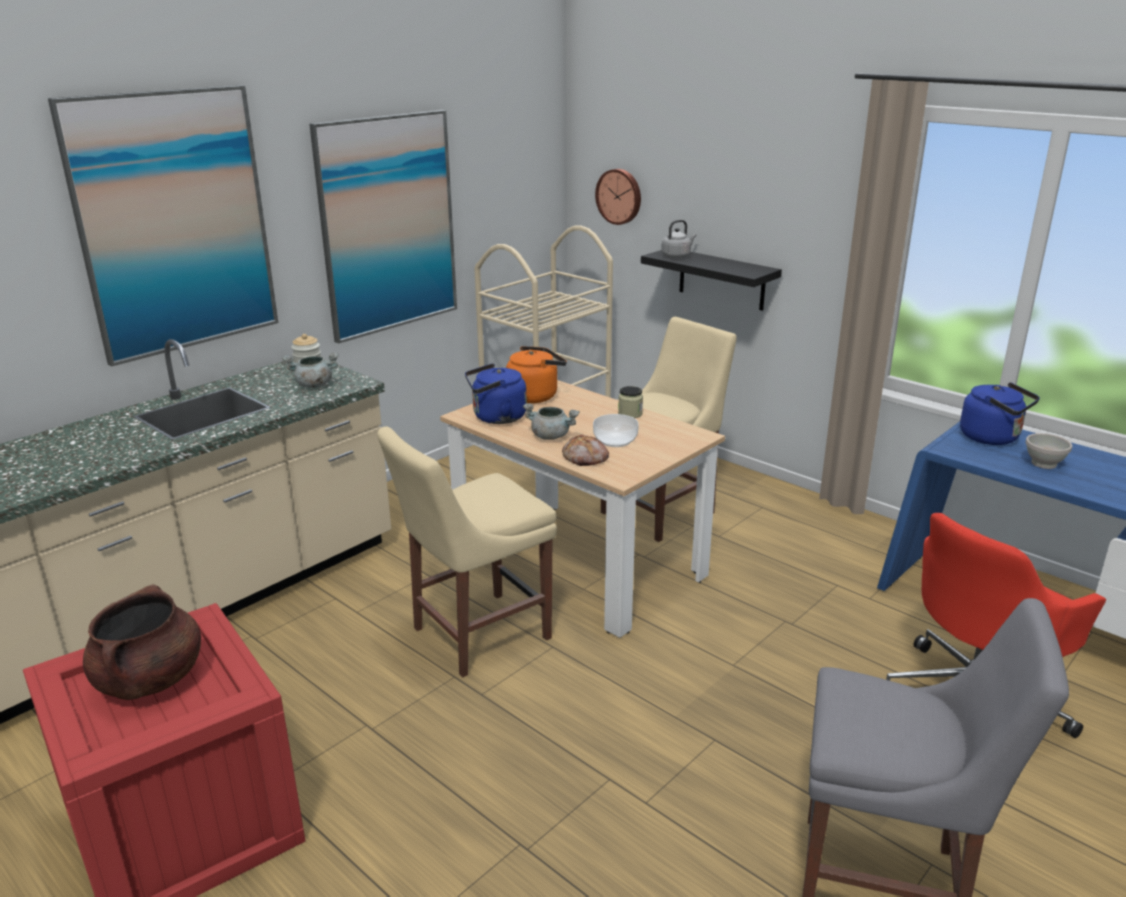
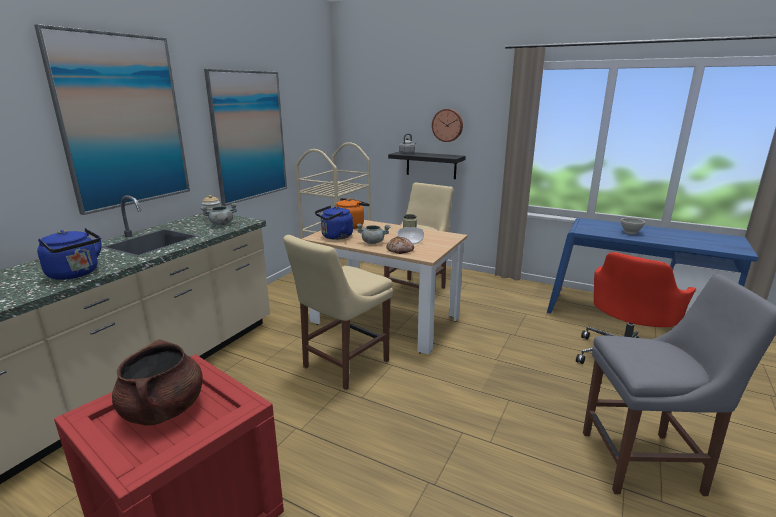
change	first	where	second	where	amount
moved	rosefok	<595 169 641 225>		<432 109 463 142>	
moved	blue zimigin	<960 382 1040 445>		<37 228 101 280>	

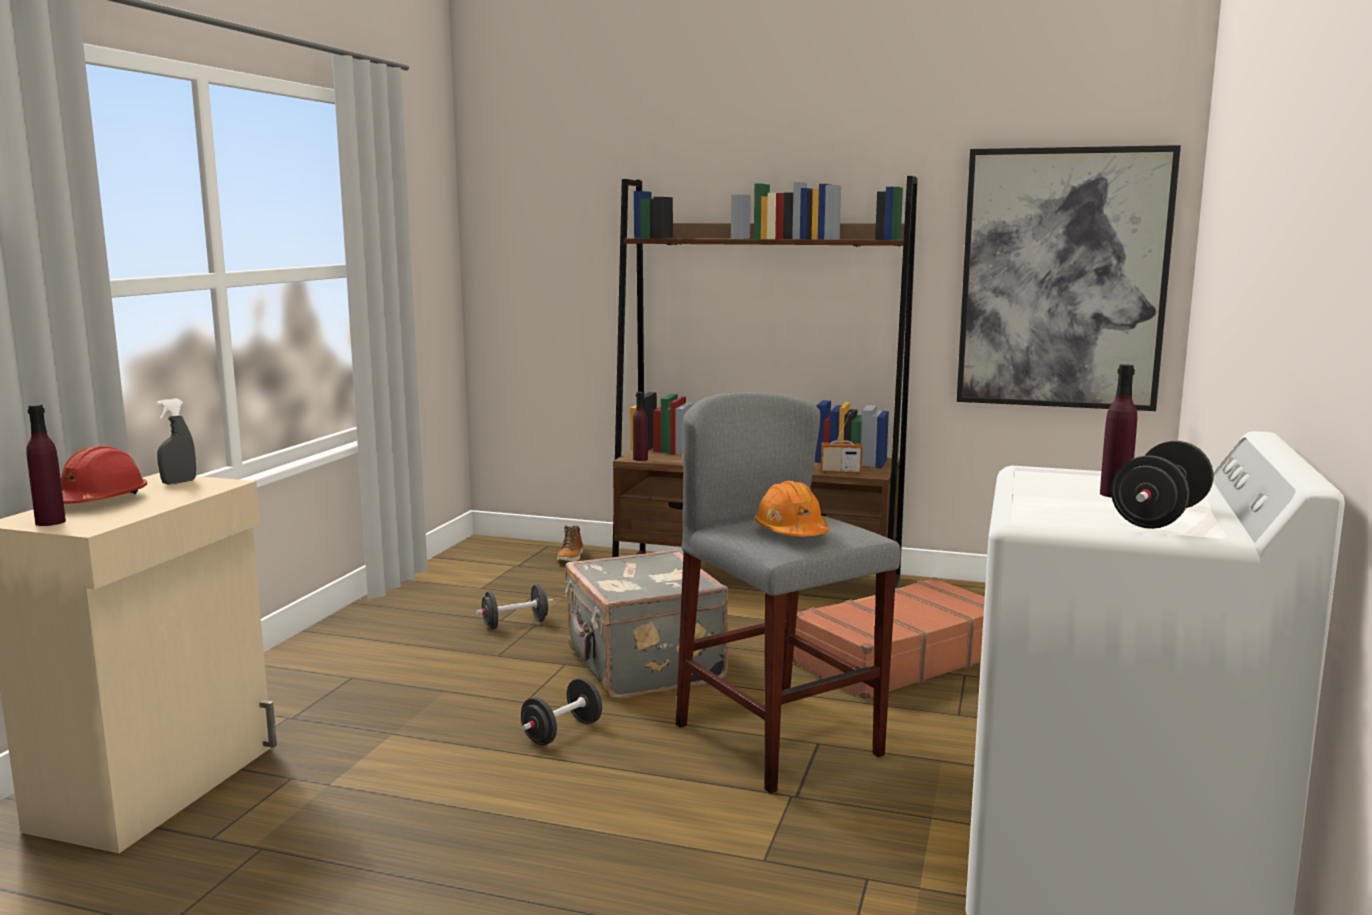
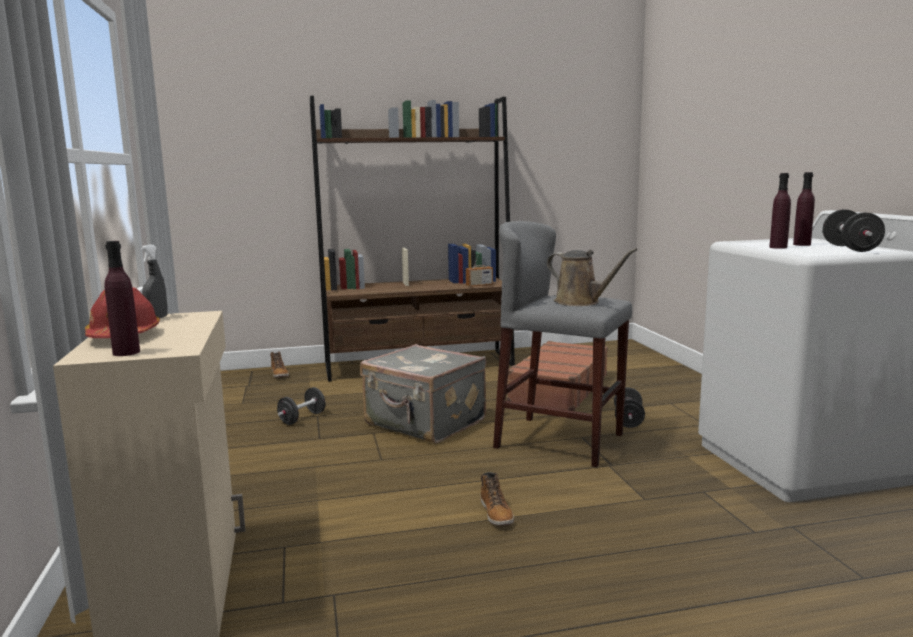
change	first	where	second	where	amount
moved	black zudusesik	<521 678 602 746>		<614 387 645 428>	
moved	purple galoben	<633 392 648 461>		<769 173 791 249>	
replaced	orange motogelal	<755 481 829 536>	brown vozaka	<547 248 637 306>	
removed	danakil	<957 145 1181 411>			
added			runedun	<480 472 514 525>	

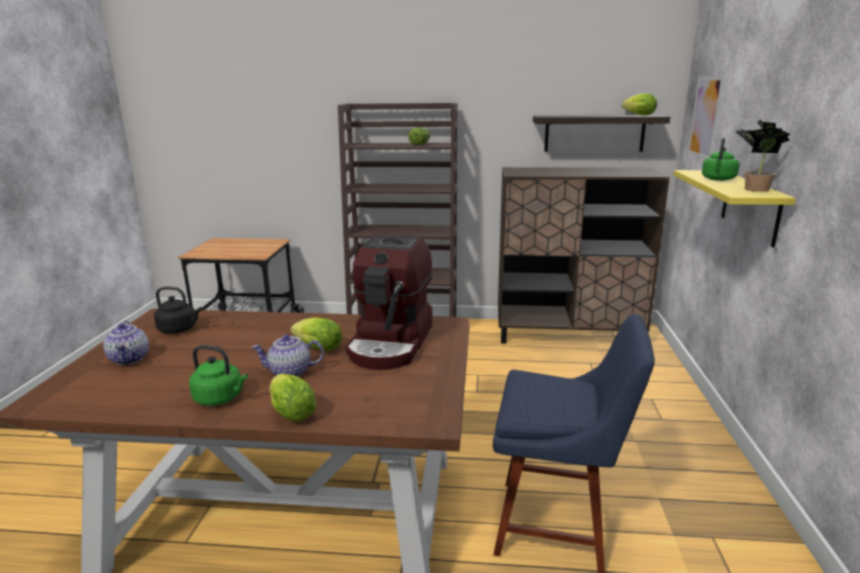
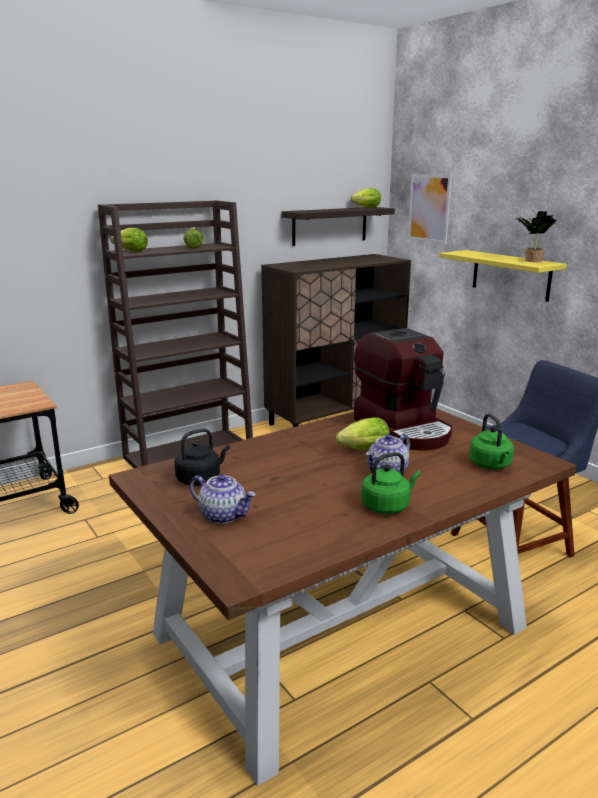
change	first	where	second	where	amount
moved	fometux	<269 373 316 422>		<111 228 148 252>	
moved	green zimigin	<702 137 740 181>		<469 413 514 470>	

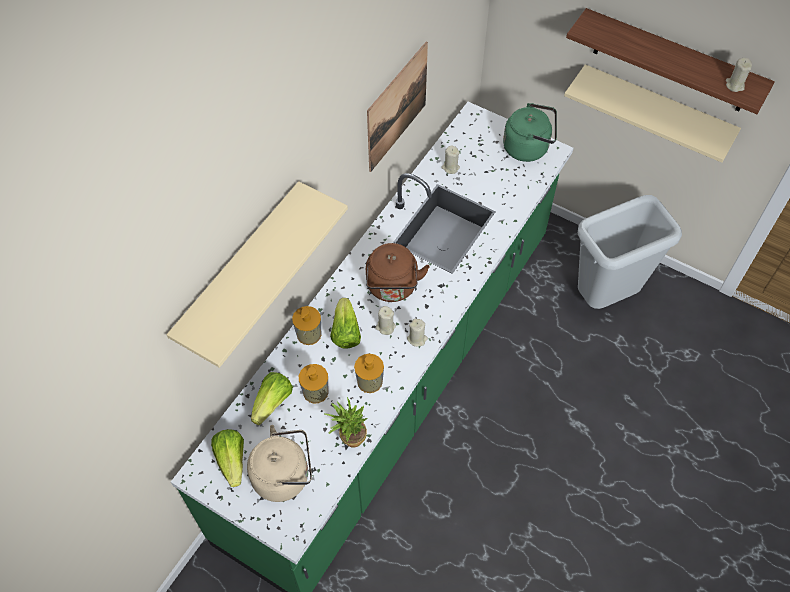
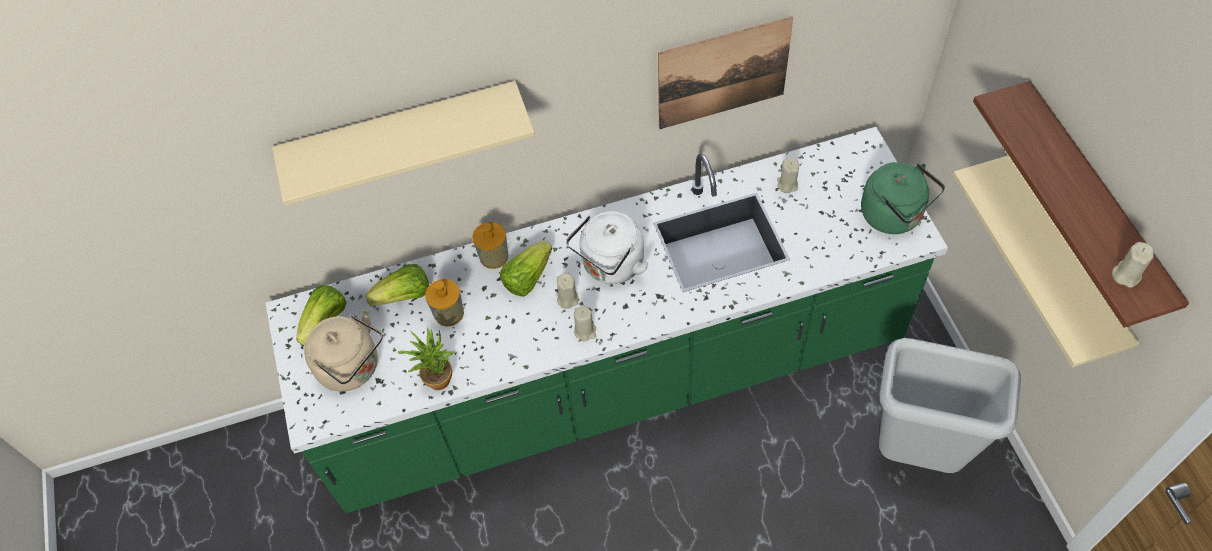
change	first	where	second	where	amount
removed	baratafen	<354 354 384 393>			
recoloured	brown zimigin	<366 243 430 302>	white zimigin	<566 211 649 284>	

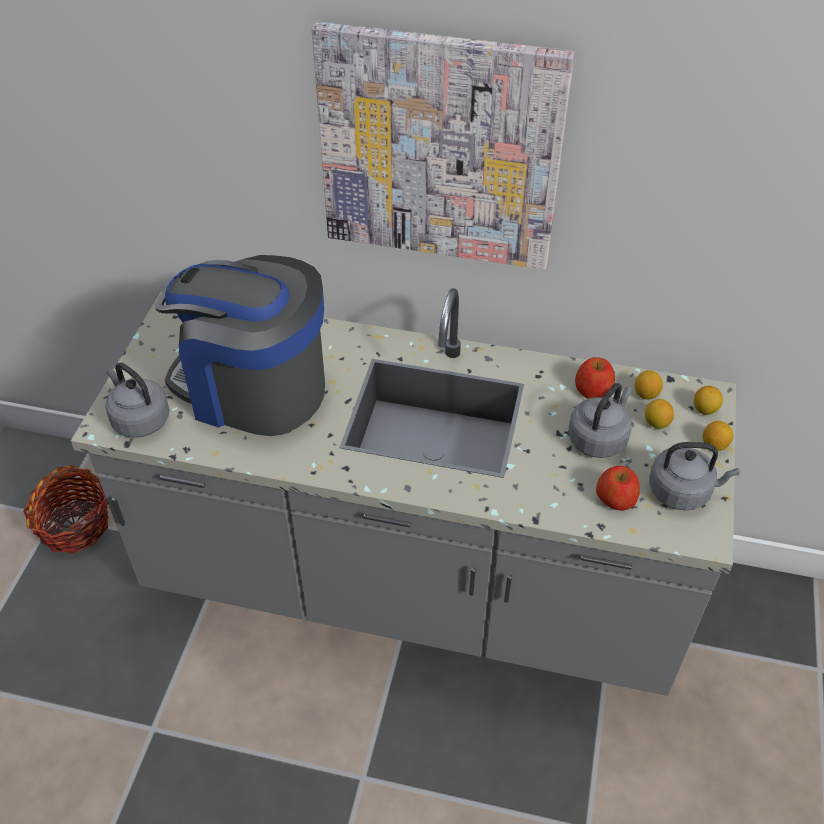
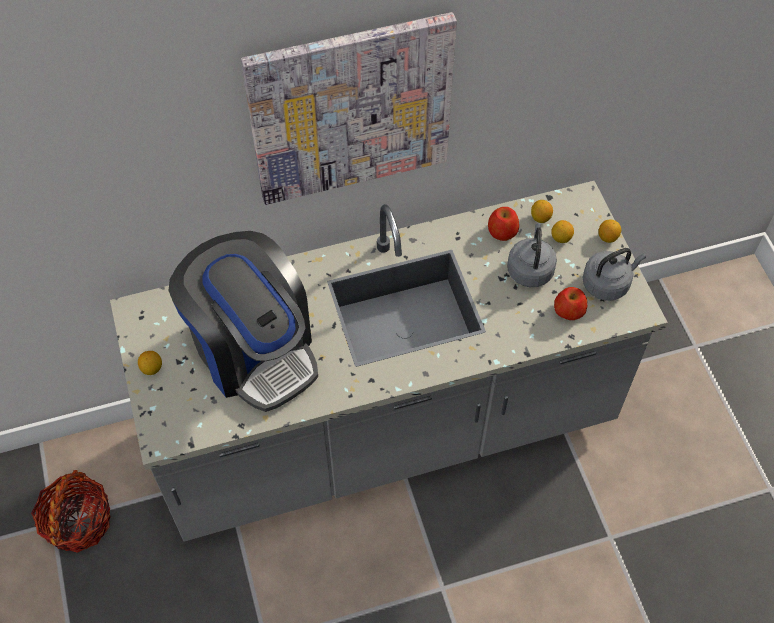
change	first	where	second	where	amount
removed	grey zimigin	<105 363 170 438>			
turned	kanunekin	<155 255 325 436>		<169 231 318 412>	120 degrees counterclockwise
moved	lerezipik	<694 386 723 415>		<138 351 162 375>	

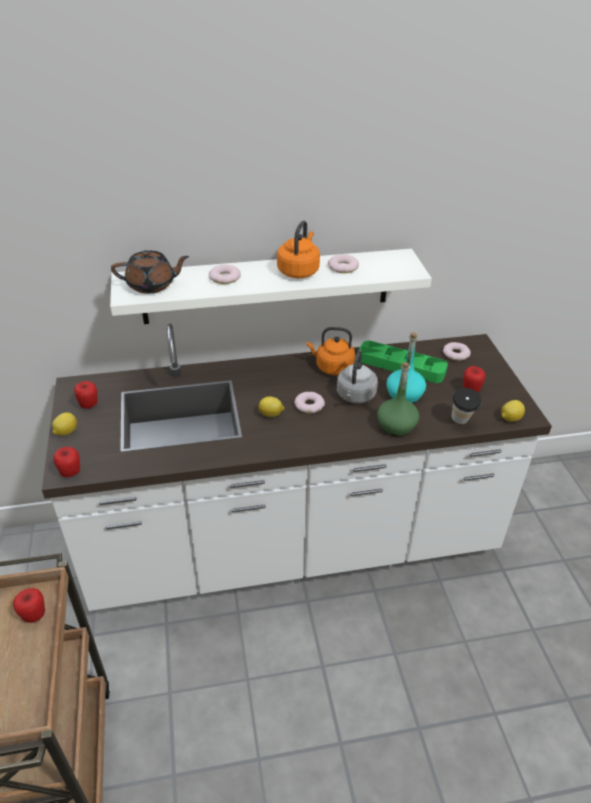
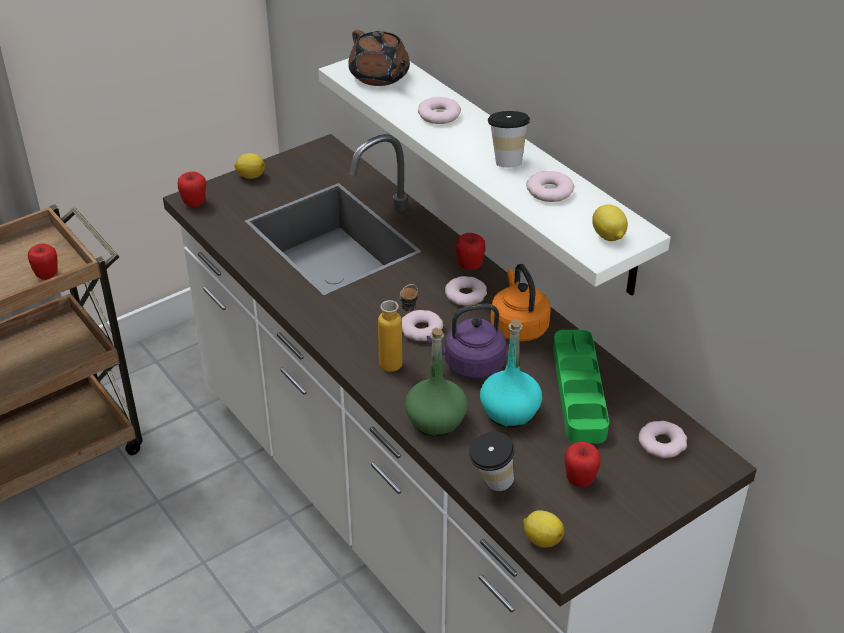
change	first	where	second	where	amount
moved	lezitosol	<74 381 98 409>		<456 233 486 270>	
moved	lerezipik	<258 396 284 417>		<592 205 628 241>	
replaced	orange zimigin	<277 220 320 278>	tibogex	<488 111 530 168>	
recoloured	grey zimigin	<337 350 378 404>	purple zimigin	<427 304 507 379>	
added			galoben	<378 284 418 372>	
added			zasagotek	<445 276 487 306>	

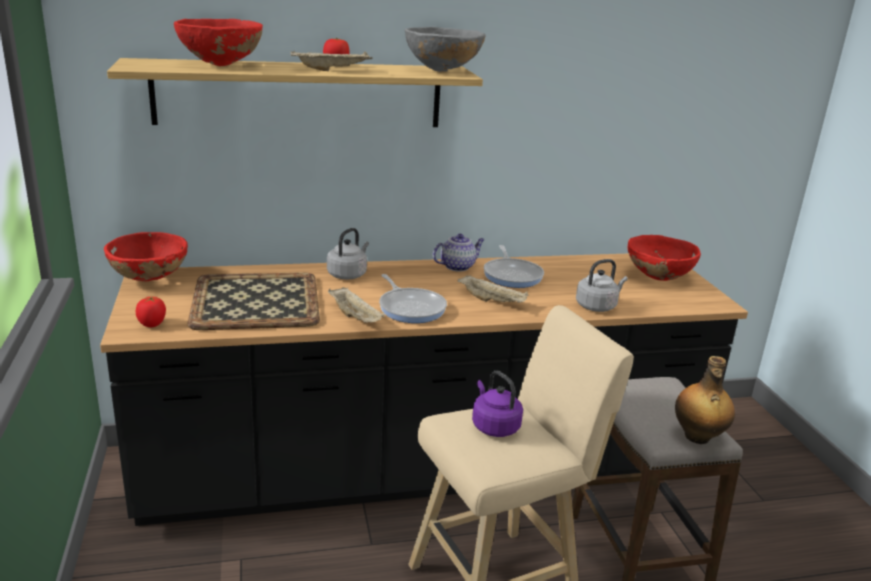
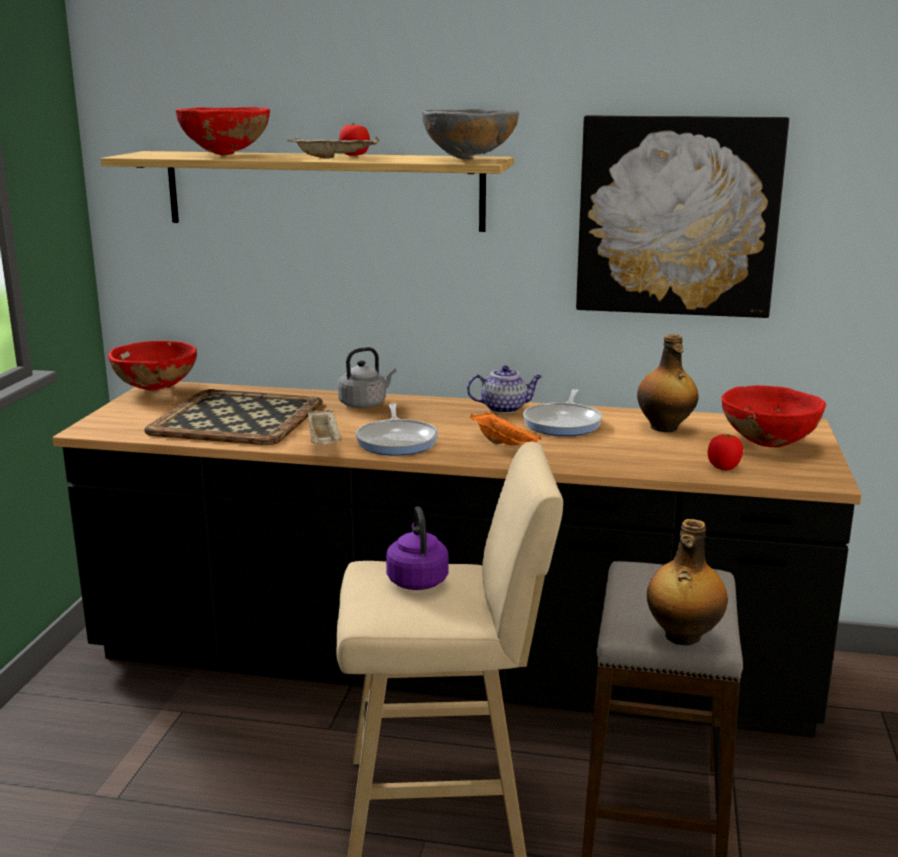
change	first	where	second	where	amount
moved	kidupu	<136 296 166 327>		<708 434 743 470>	
recoloured	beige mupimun	<458 275 528 303>	orange mupimun	<470 412 541 446>	
removed	grey zimigin	<576 259 628 312>			
added			danakil	<576 115 789 318>	
added			galoben	<637 334 698 432>	

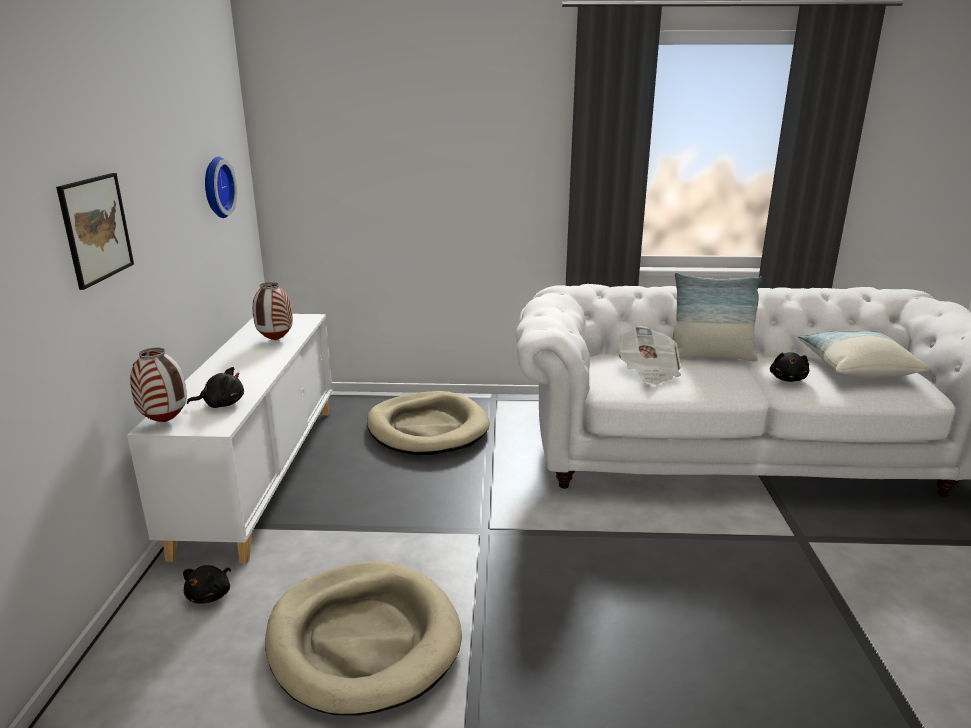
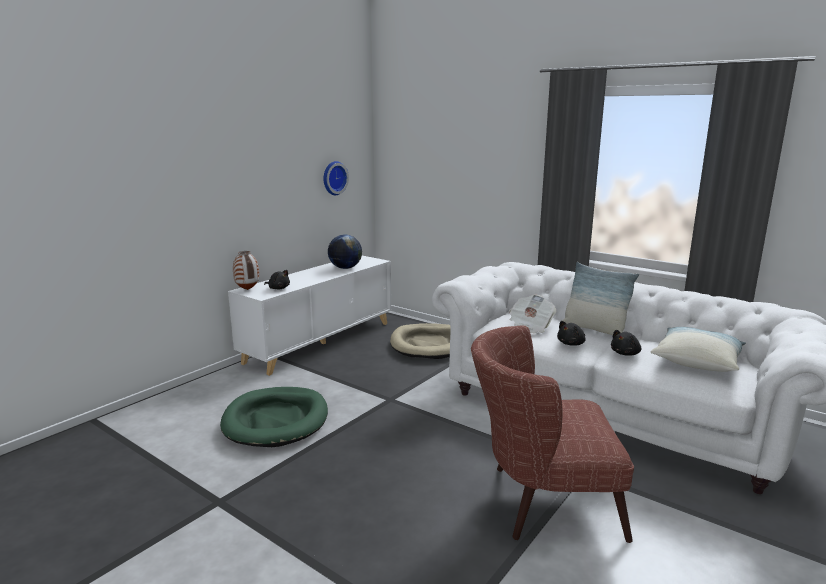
change	first	where	second	where	amount
removed	danakil	<56 173 134 290>			
moved	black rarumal	<183 565 231 604>		<557 321 586 346>	
replaced	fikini	<252 282 293 341>	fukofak	<328 234 362 269>	
recoloured	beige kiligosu	<265 561 462 716>	green kiligosu	<220 387 328 447>	
added			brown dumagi	<471 325 634 543>	

